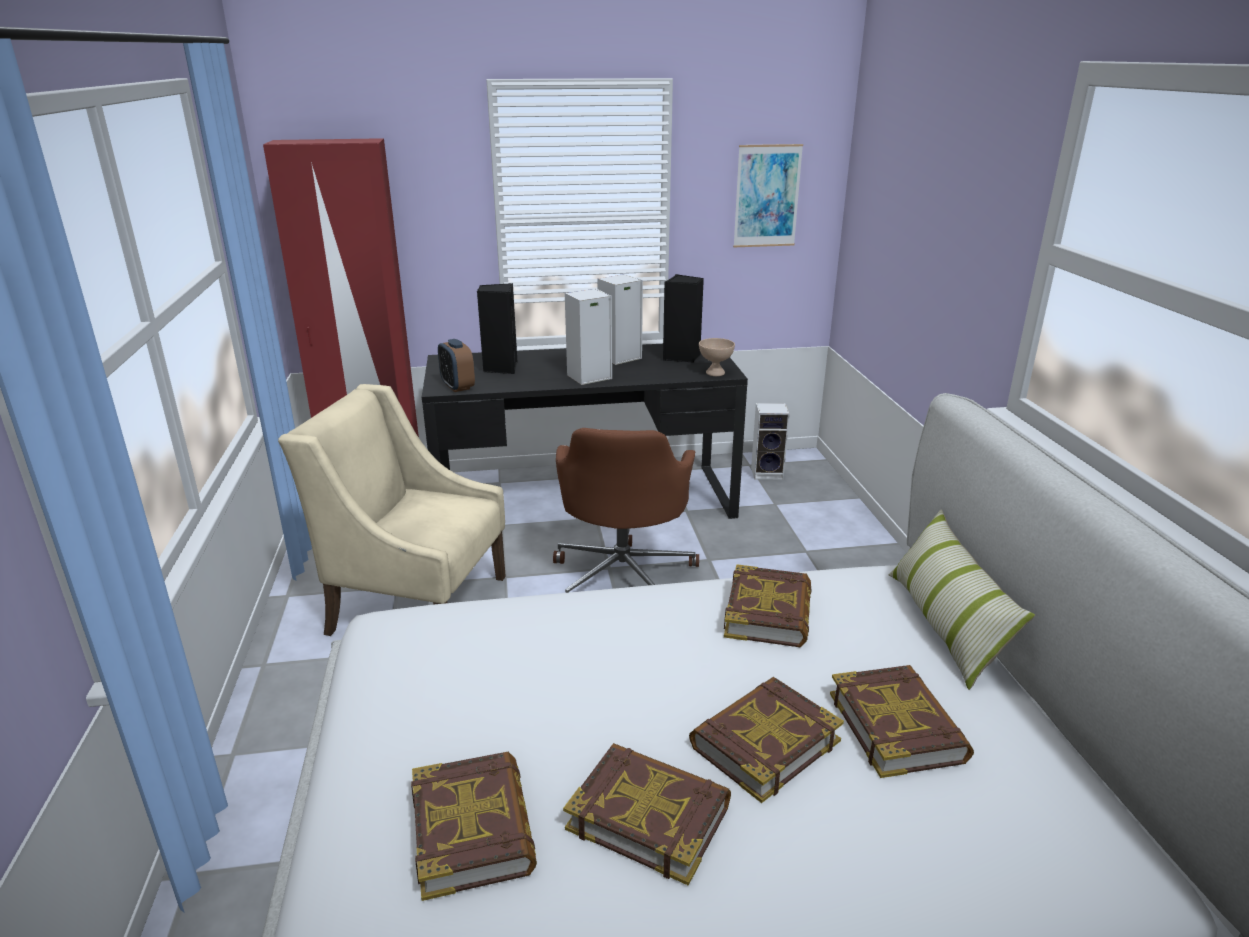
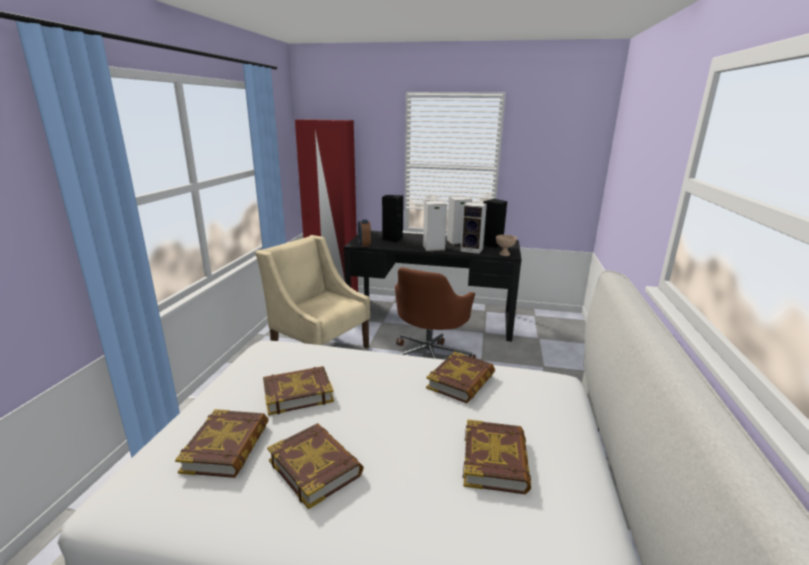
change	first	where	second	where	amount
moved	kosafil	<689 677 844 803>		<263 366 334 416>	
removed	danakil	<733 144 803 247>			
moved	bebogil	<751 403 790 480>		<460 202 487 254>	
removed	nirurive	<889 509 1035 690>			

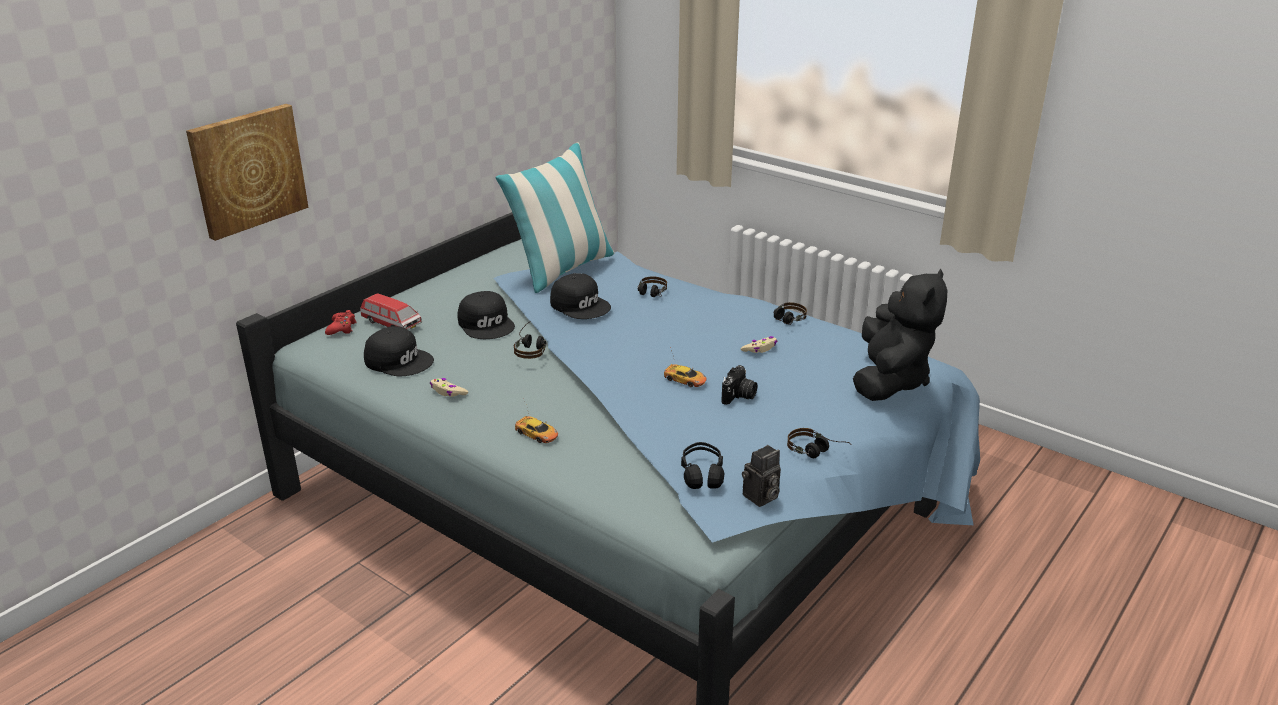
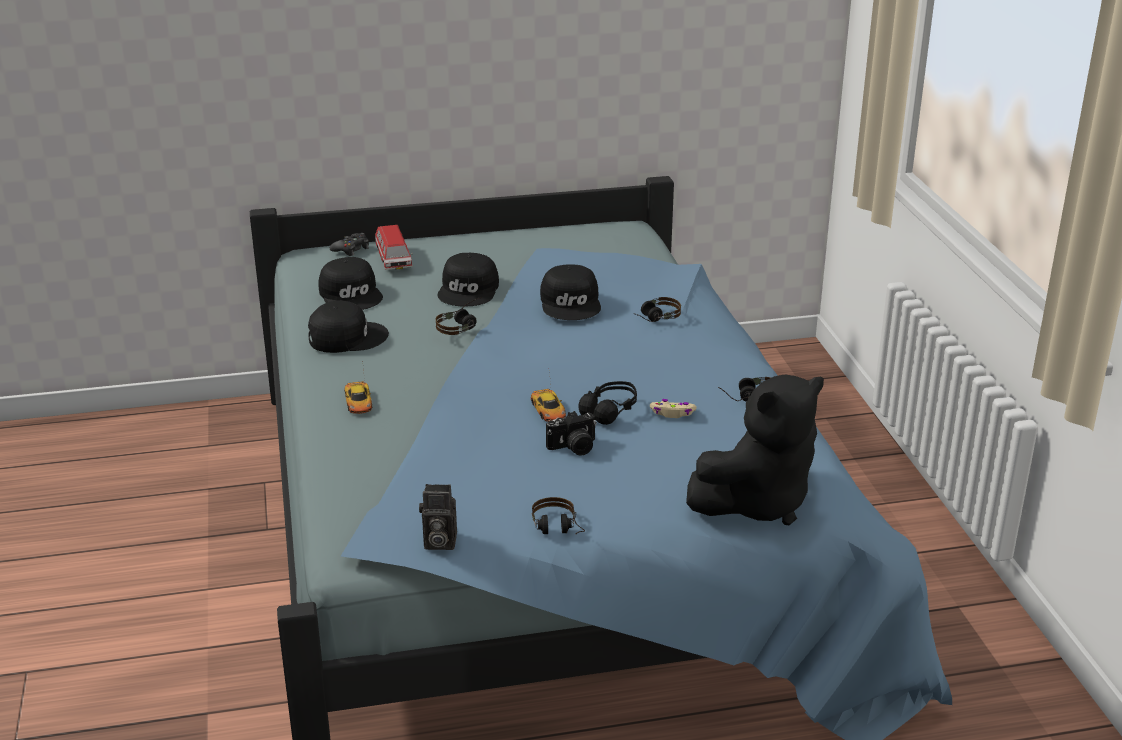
change	first	where	second	where	amount
removed	danakil	<186 104 308 241>			
recoloured	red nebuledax	<325 310 357 335>	black nebuledax	<330 233 369 256>	
replaced	beige nebuledax	<430 378 468 397>	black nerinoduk	<308 301 389 353>	
removed	nirurive	<495 142 614 293>			
moved	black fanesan	<681 442 724 489>		<578 381 637 425>	

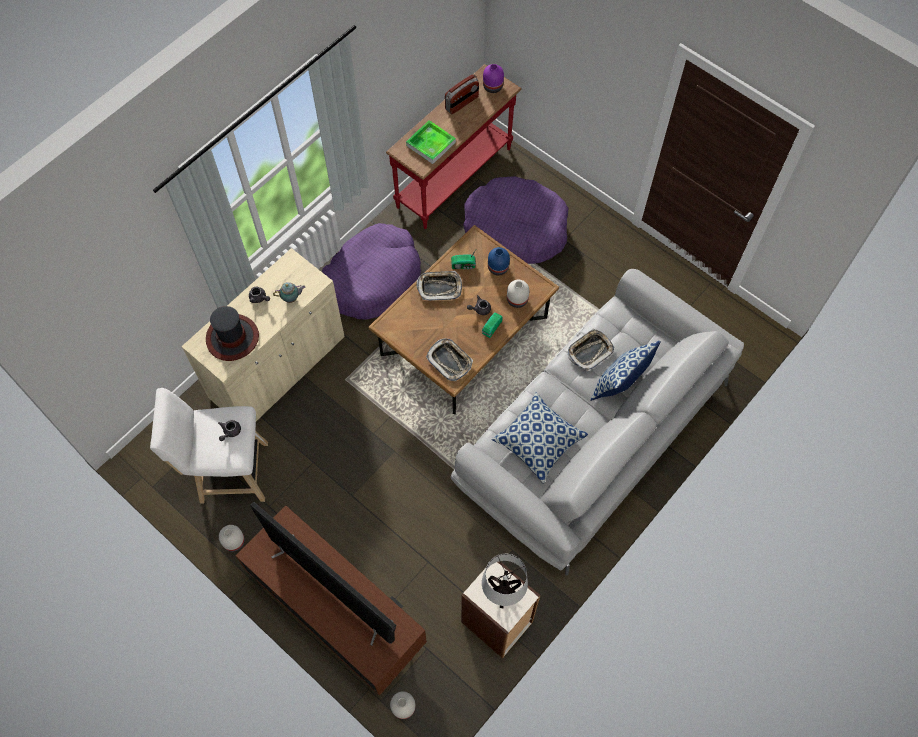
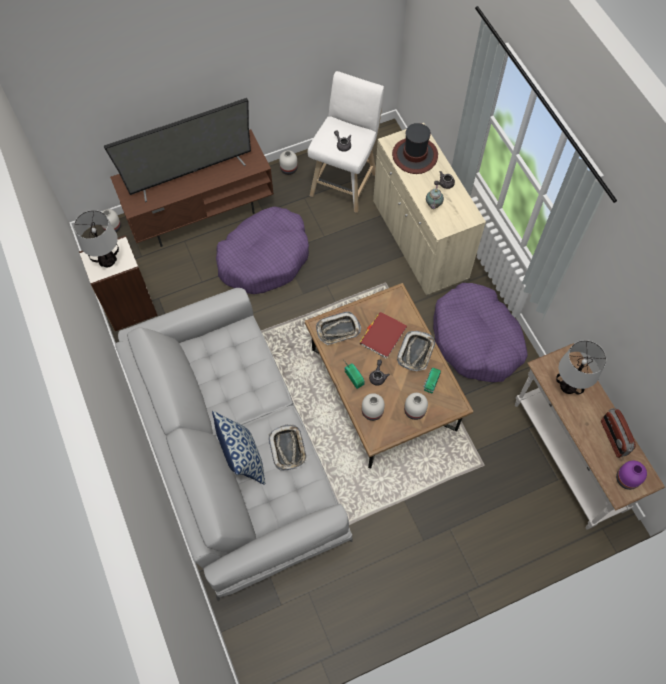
change	first	where	second	where	amount
recoloured	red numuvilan	<386 64 522 229>	white numuvilan	<515 343 665 530>	
replaced	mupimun	<406 120 456 164>	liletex	<556 340 606 395>	
moved	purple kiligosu	<463 176 568 264>		<216 206 309 294>	
recoloured	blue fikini	<488 247 510 276>	white fikini	<404 393 428 420>	
removed	nirurive	<491 393 588 484>			
added			red kosafil	<360 312 407 359>	

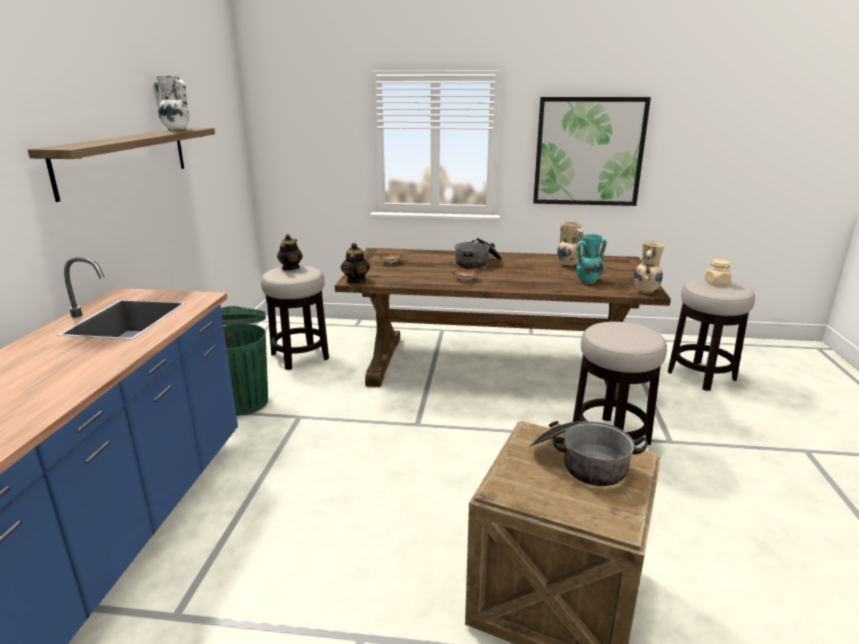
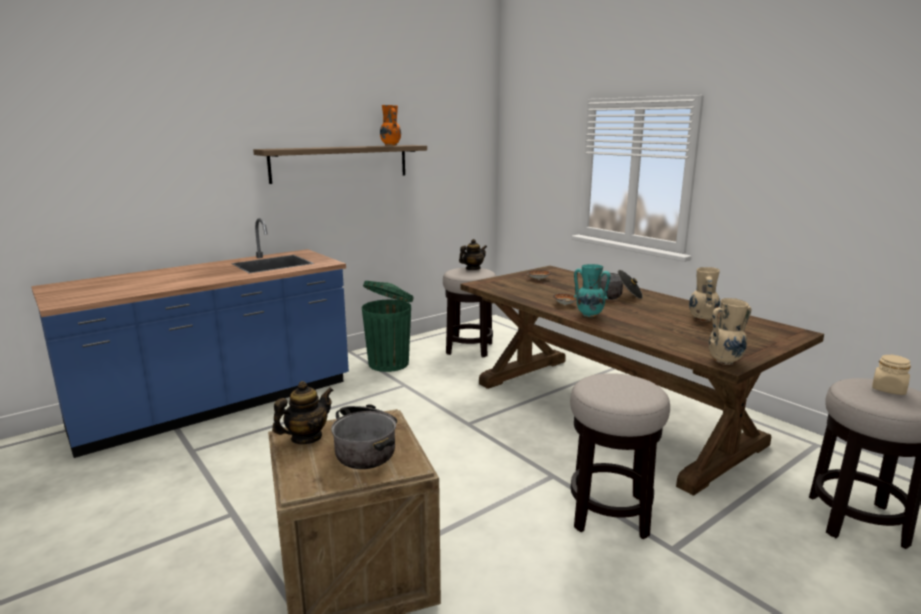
change	first	where	second	where	amount
recoloured	white fikini	<153 75 190 131>	orange fikini	<380 105 401 146>	
moved	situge	<341 243 370 283>		<272 381 333 444>	
removed	danakil	<533 97 651 206>			
moved	turquoise fikini	<576 234 607 284>		<574 264 611 317>	

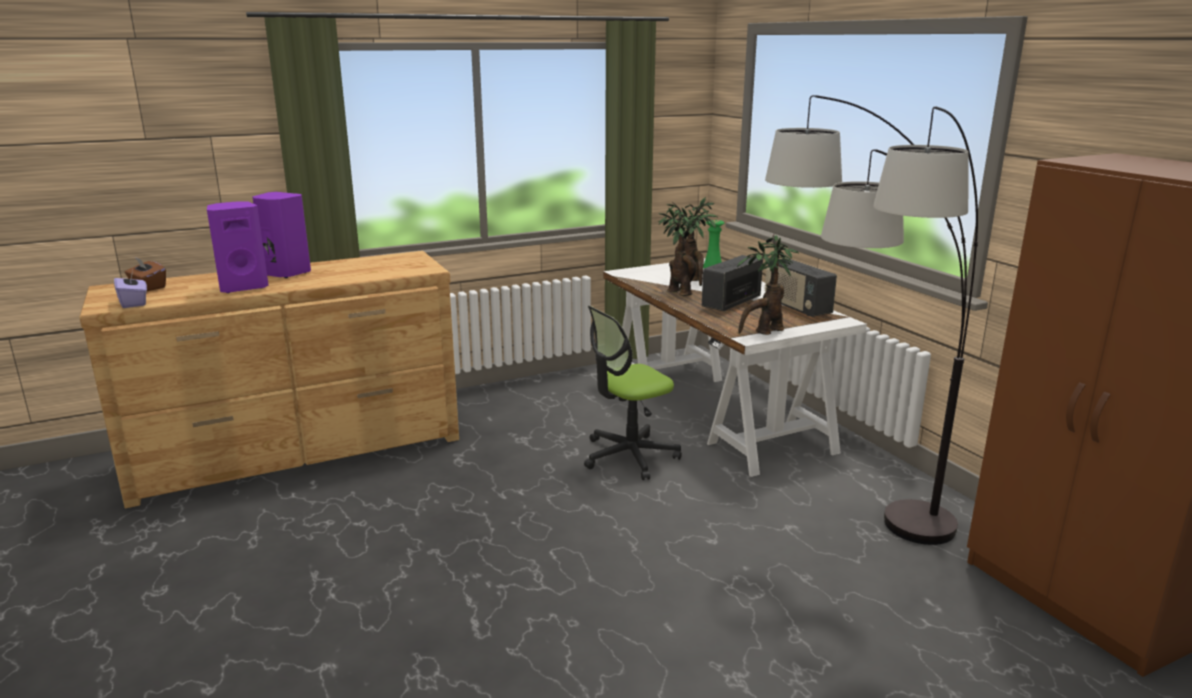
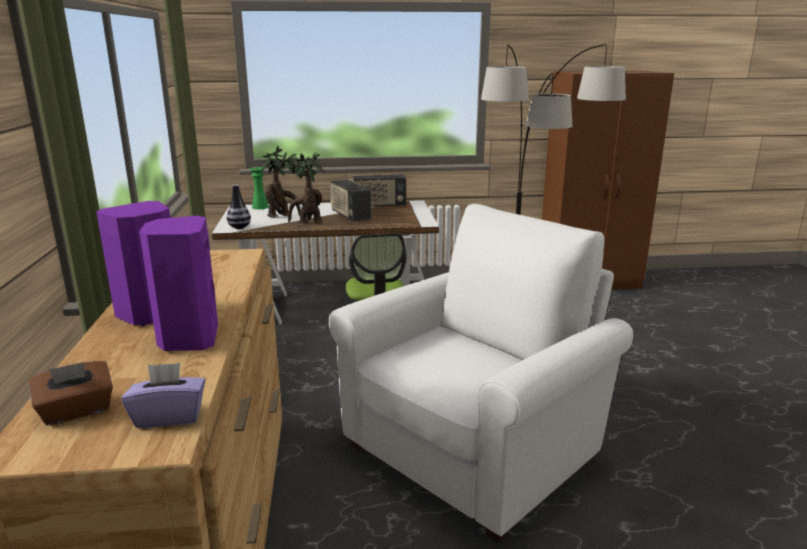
change	first	where	second	where	amount
removed	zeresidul	<737 233 799 335>			
added			fikini	<227 185 251 229>	
added			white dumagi	<329 204 633 543>	

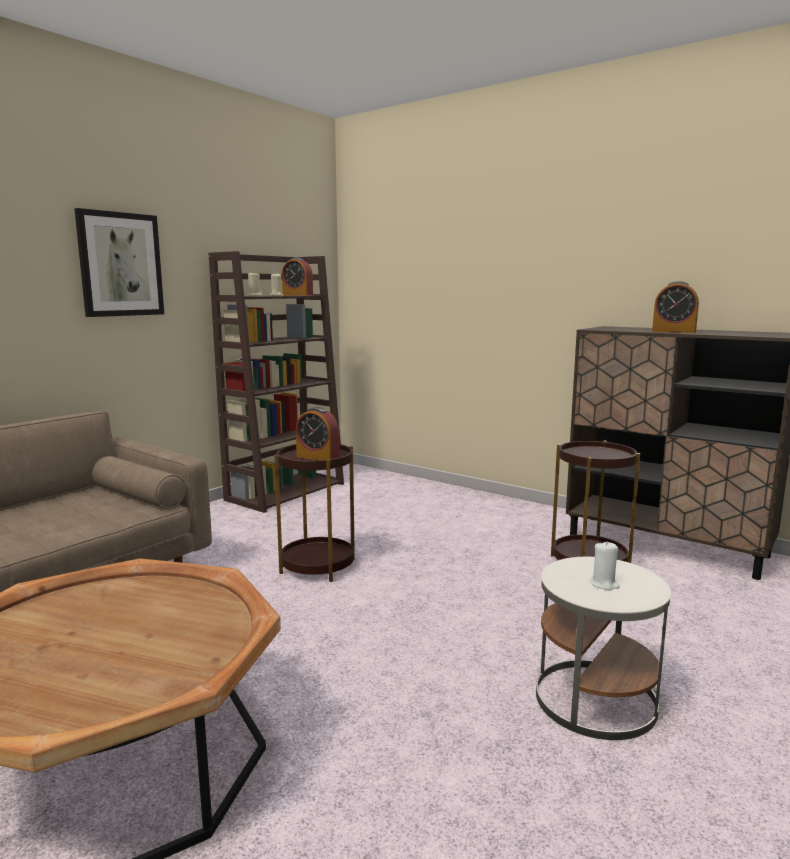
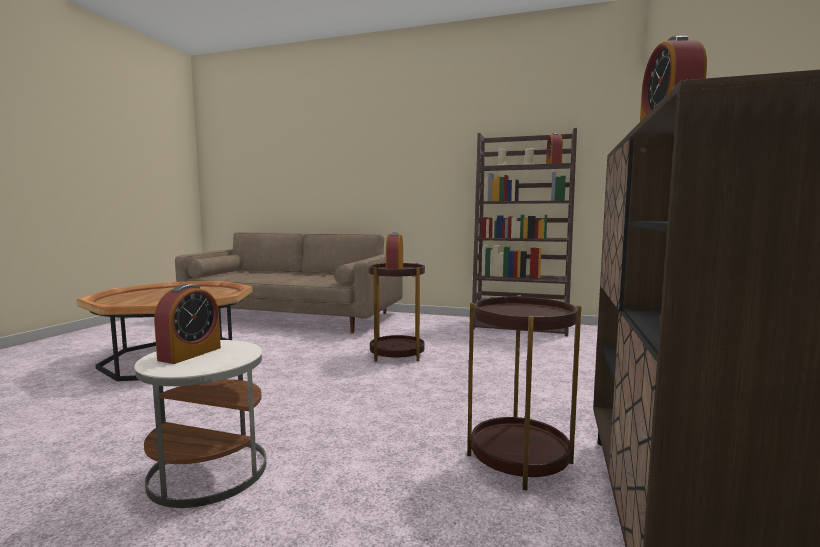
change	first	where	second	where	amount
removed	danakil	<75 208 164 317>			
replaced	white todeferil	<590 541 620 590>	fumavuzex	<154 284 221 364>	

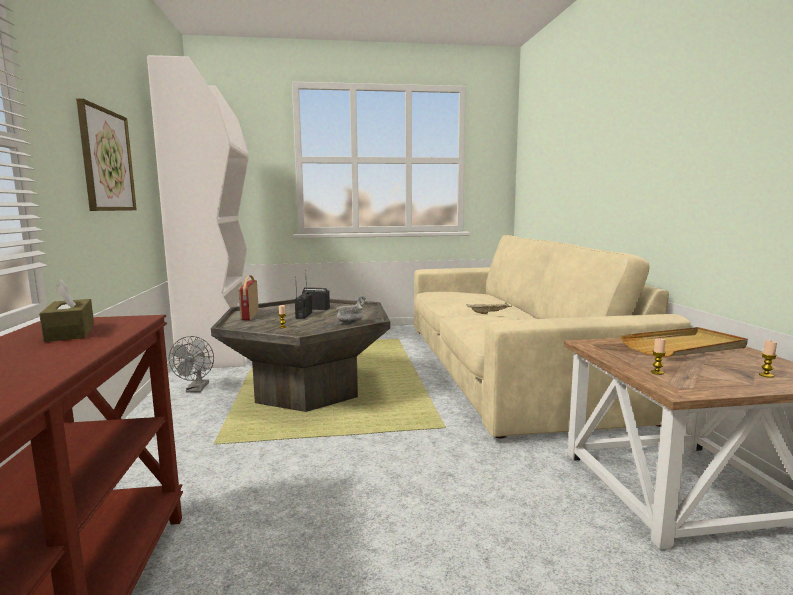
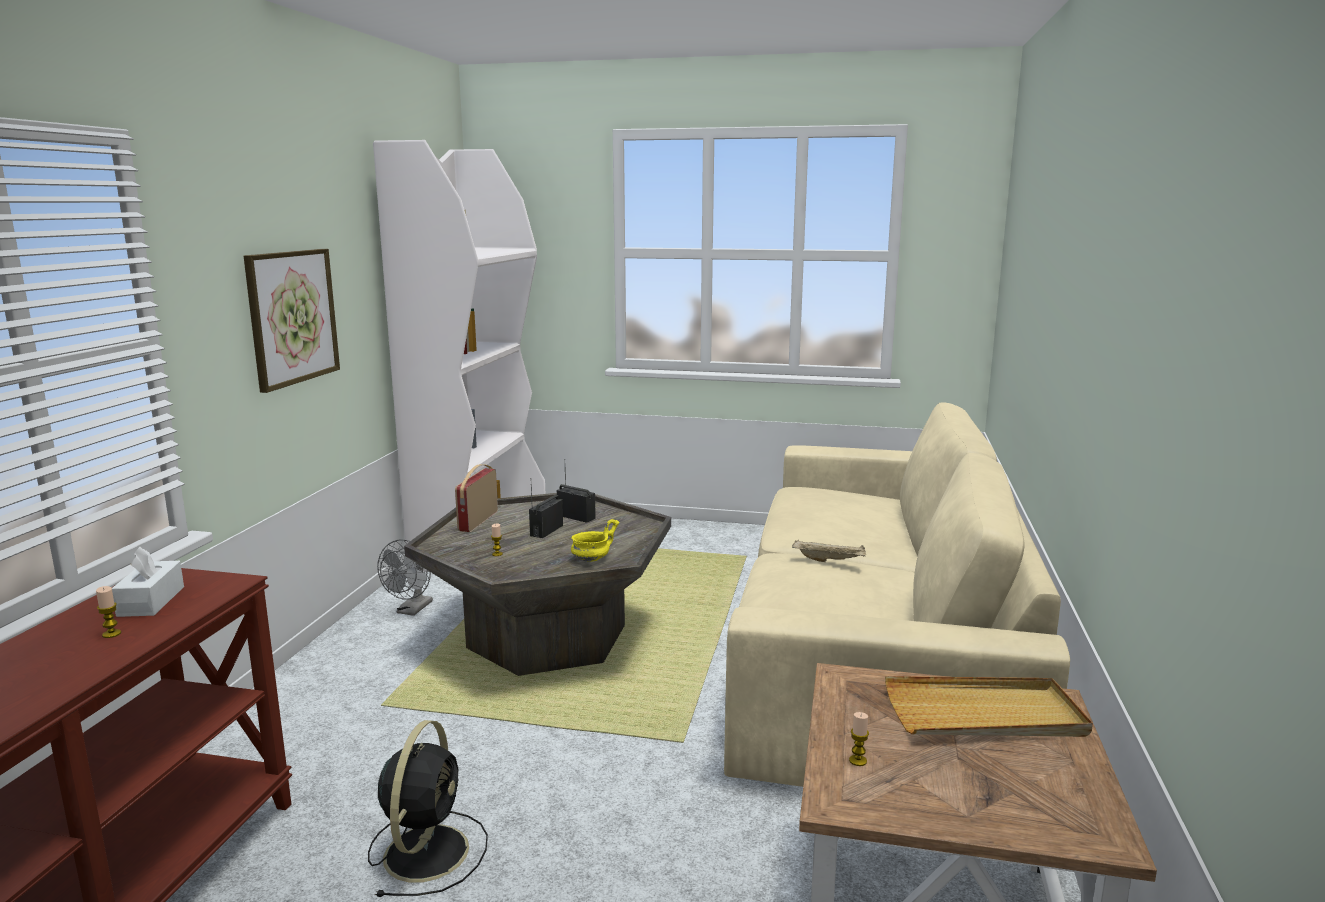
change	first	where	second	where	amount
recoloured	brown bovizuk	<39 279 94 342>	white bovizuk	<112 547 184 617>	
recoloured	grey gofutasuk	<337 296 366 324>	yellow gofutasuk	<571 519 620 562>	
moved	todeferil	<759 340 777 378>		<96 586 121 638>	
added			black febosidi	<368 720 488 897>	

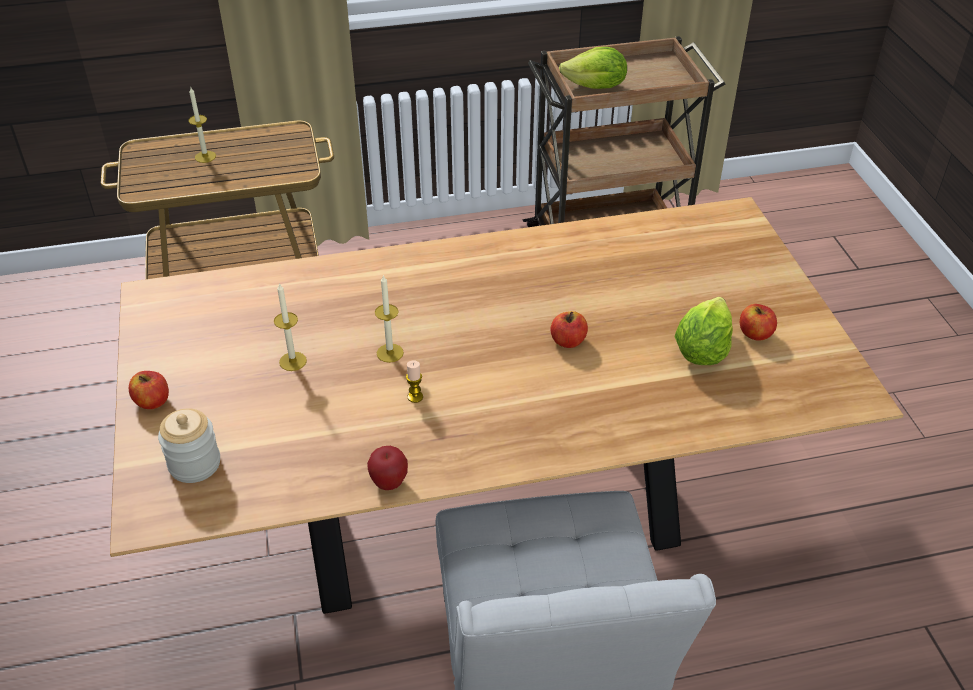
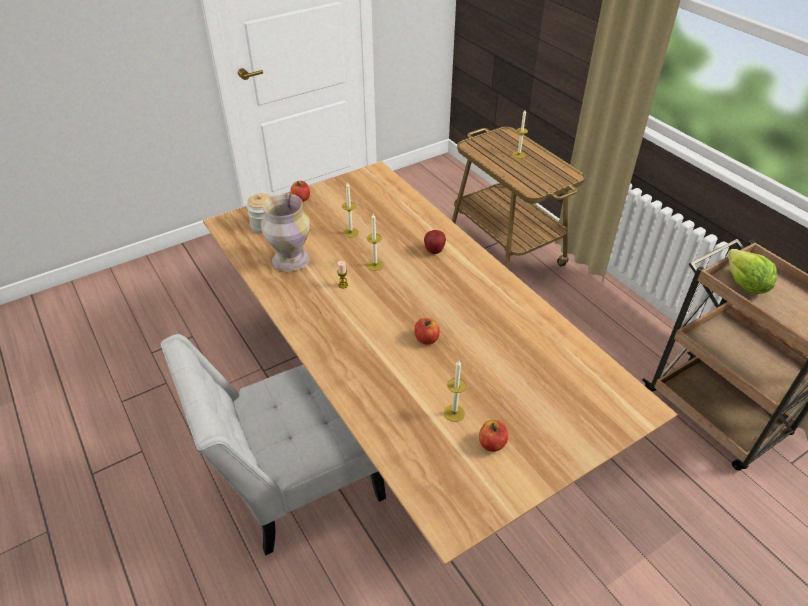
change	first	where	second	where	amount
moved	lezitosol	<367 446 408 490>		<424 230 446 254>	
replaced	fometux	<674 297 733 365>	todeferil	<444 360 466 422>	
added			fikini	<261 193 310 271>	

